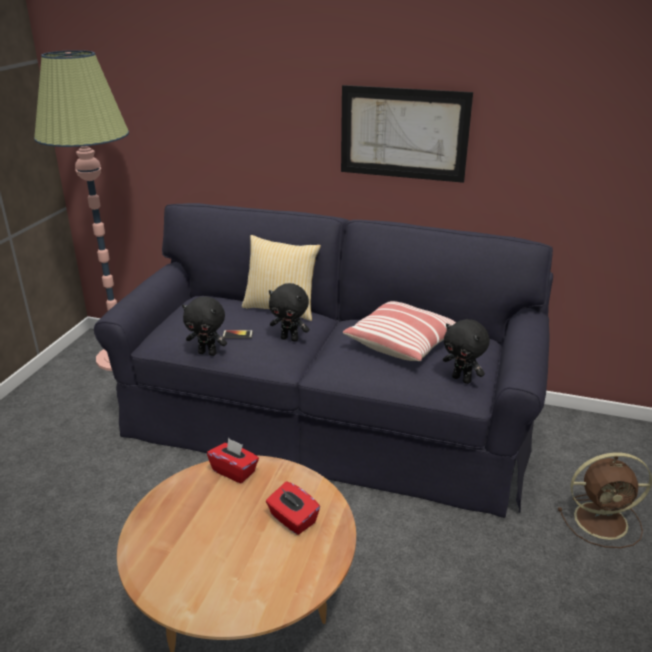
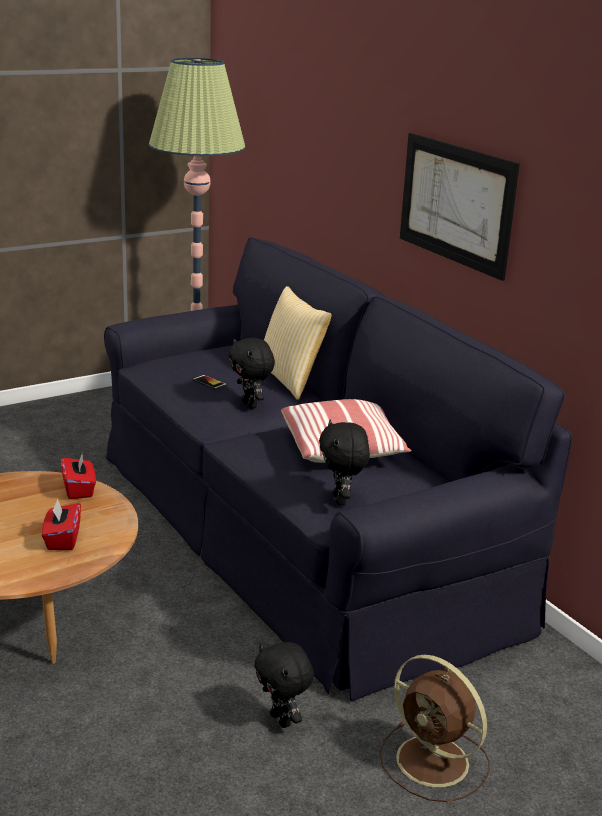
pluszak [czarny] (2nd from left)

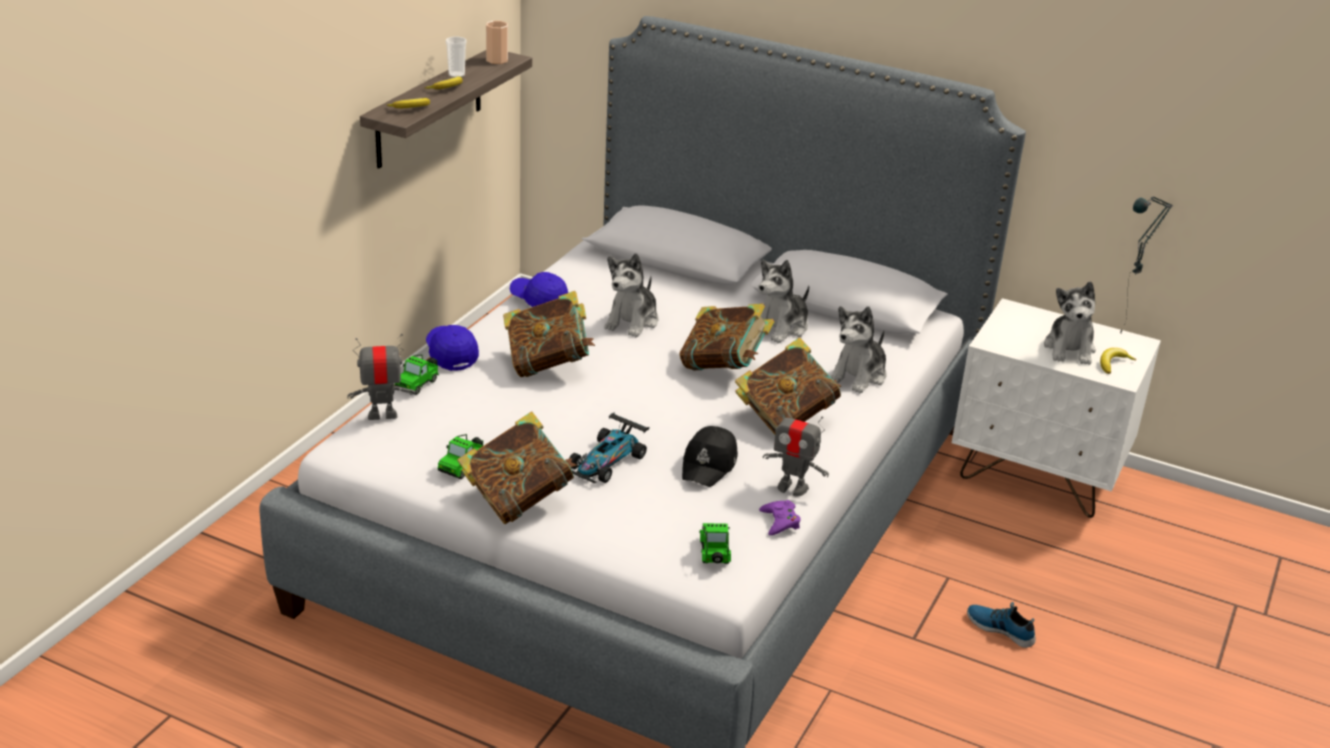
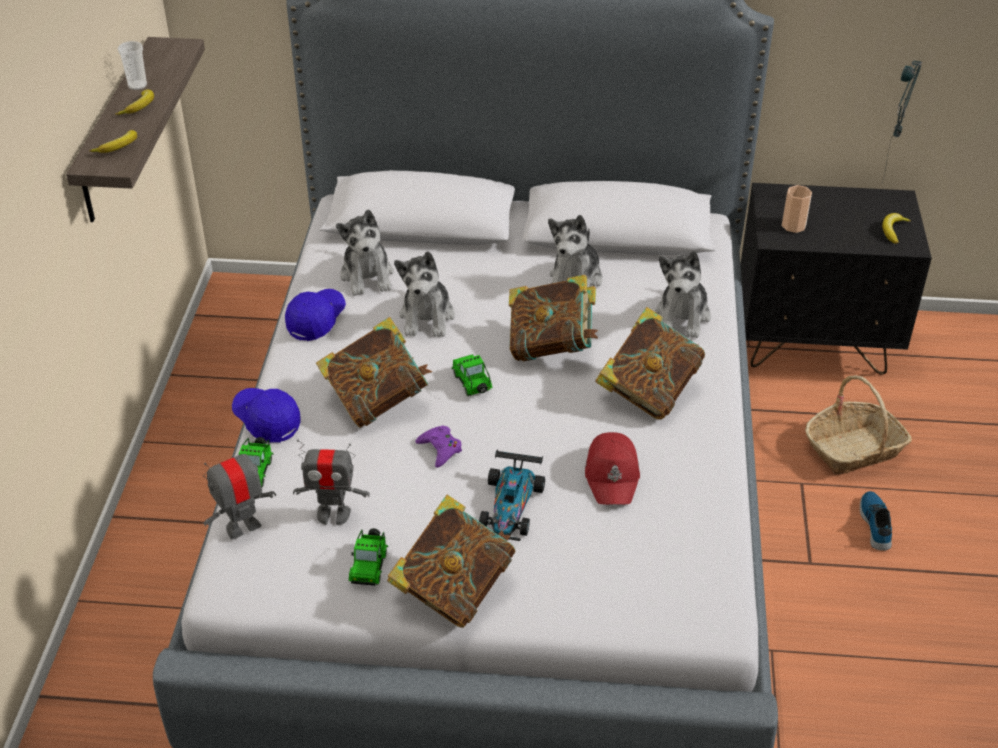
koszyk
filiżanka (2nd from left)
samochodzik (3rd from left)
pad do gier [fioletowy]
robot zabawkowy (2nd from left)
pluszak (1st from left)
czapka z daszkiem [czerwony]
szafka nocna [czarny]
czapka z daszkiem [niebieski] (2nd from left)
but

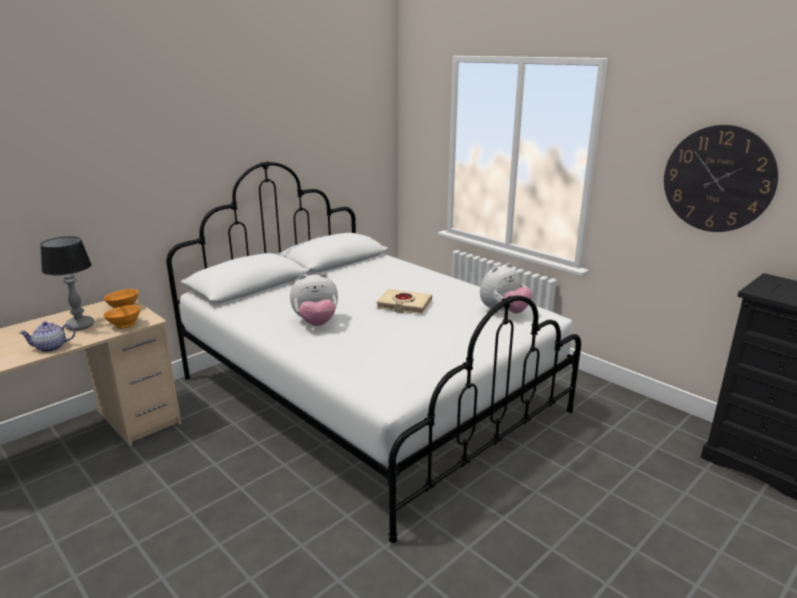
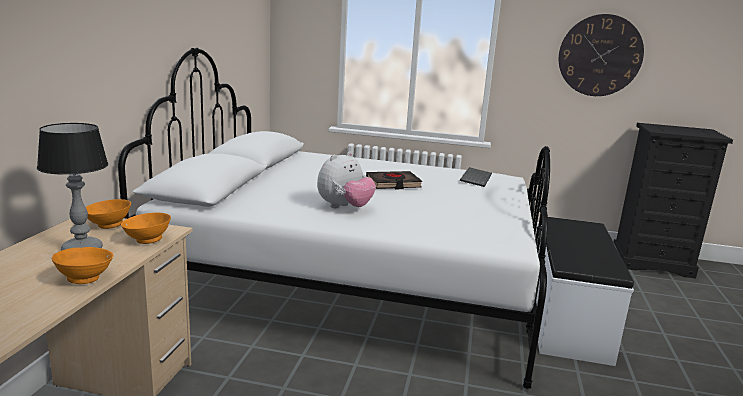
ławka [biały]
miska [pomarańczowy] (1st from left)
klawiatura
książka [czarny]

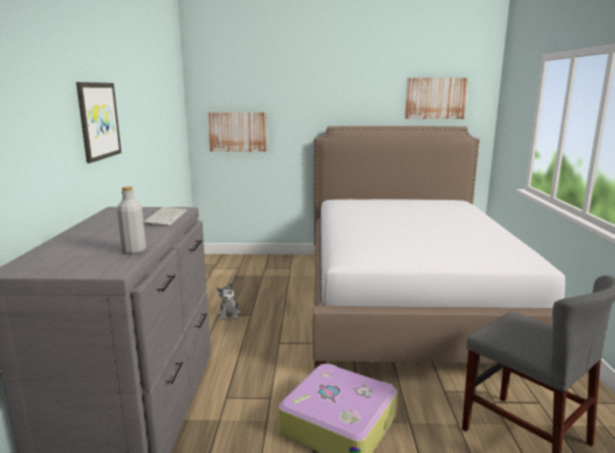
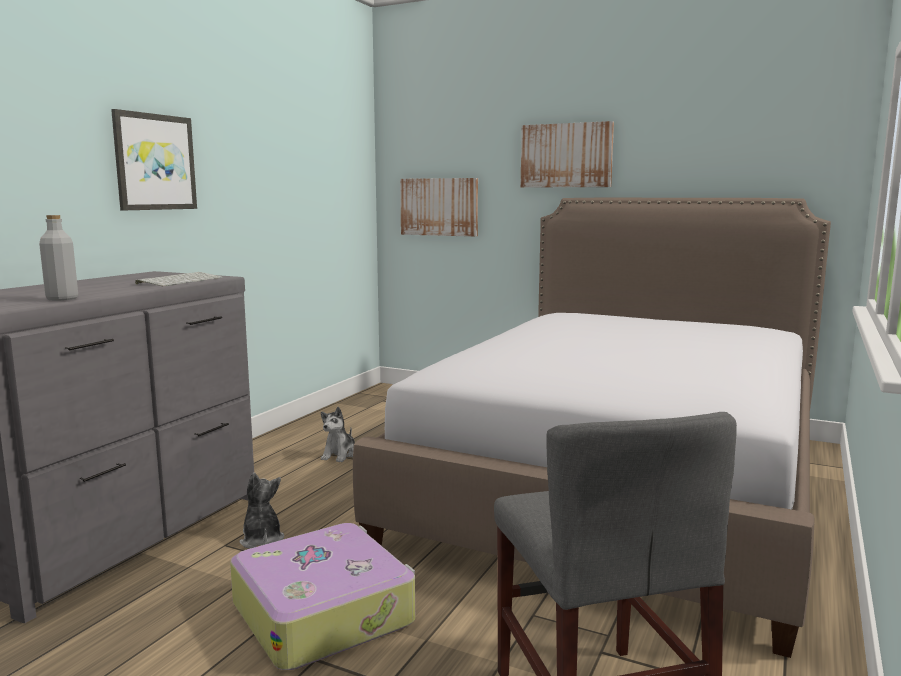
pluszak (1st from left)
obraz (3rd from left)

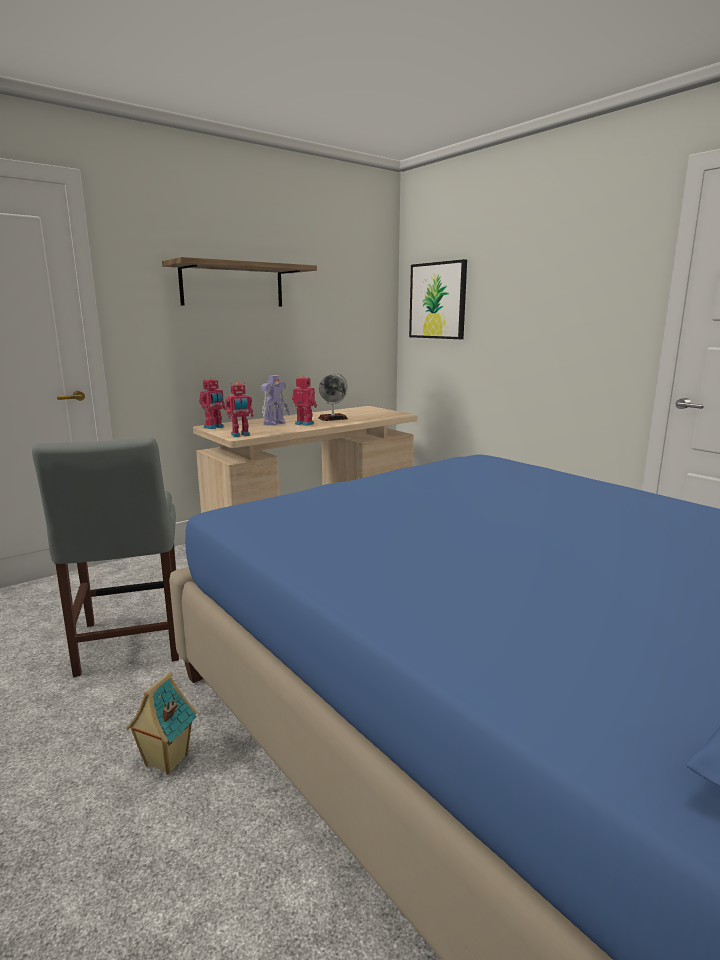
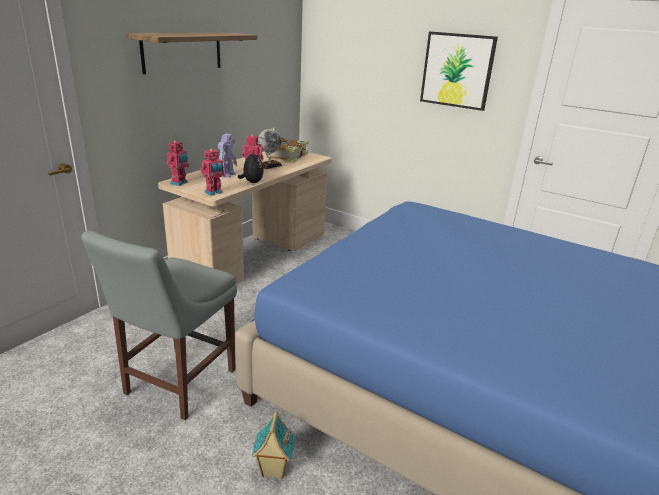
pluszak
książka
obraz
krzesło [szary]

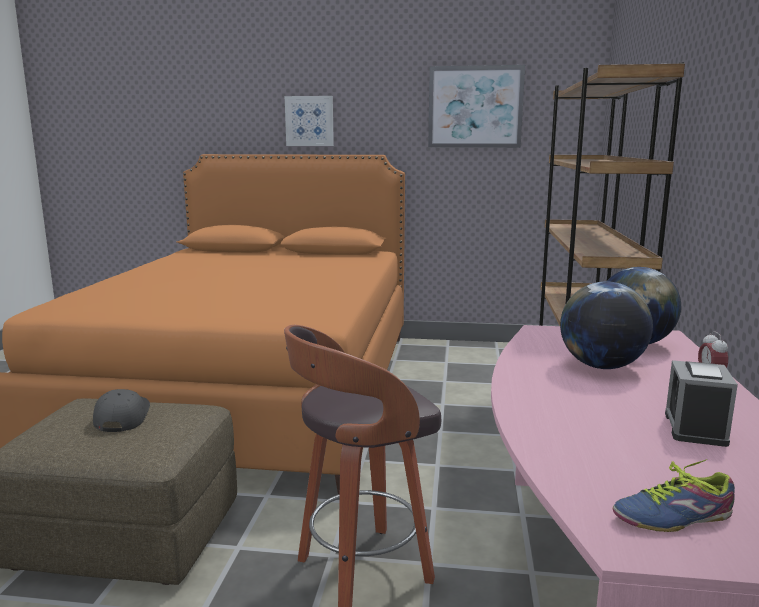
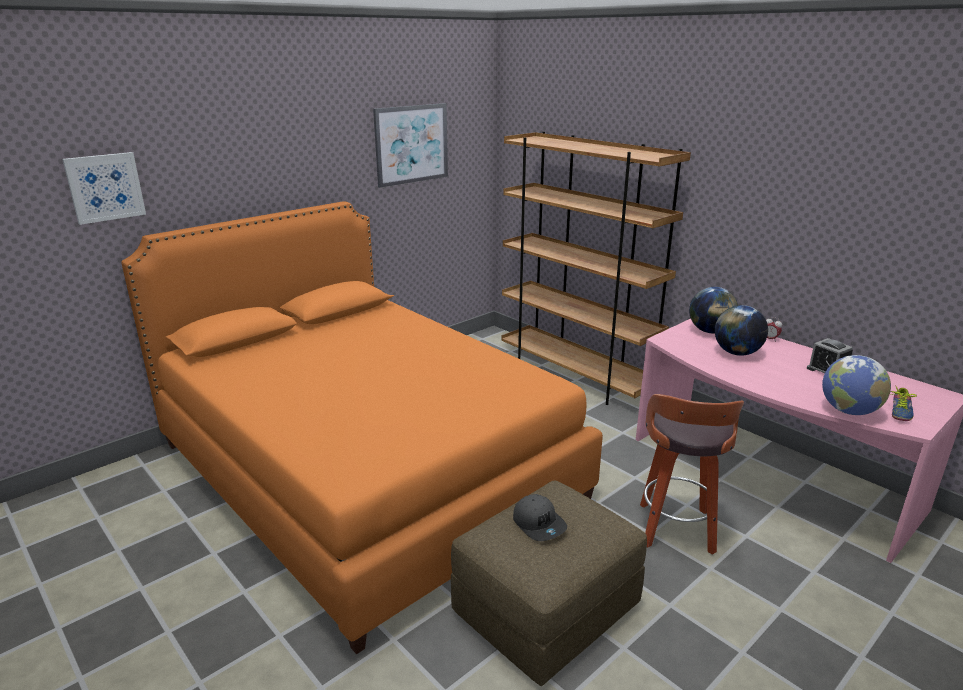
globus (3rd from left)
obraz (1st from left)
czapka z daszkiem [szary]

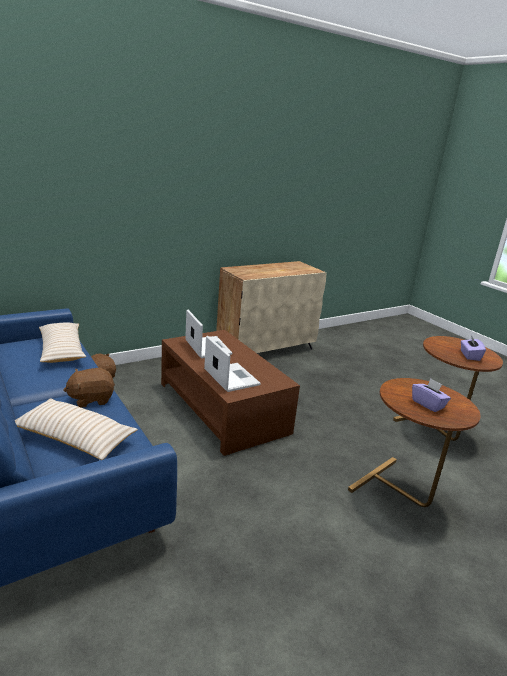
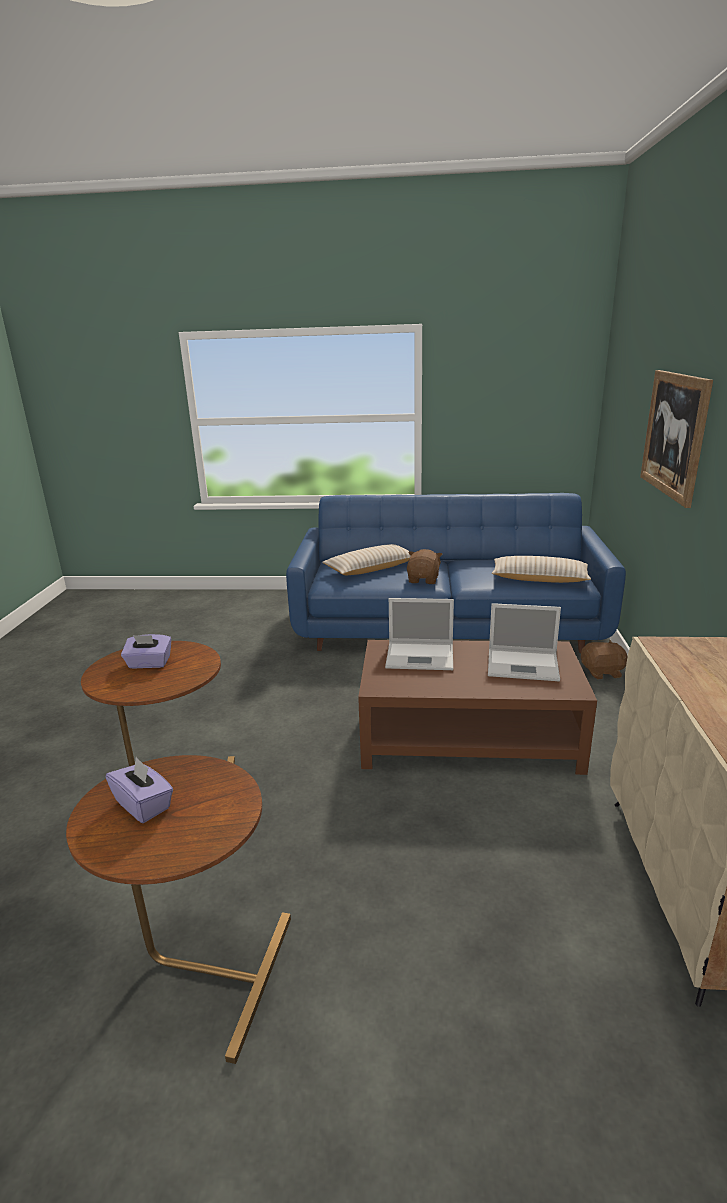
obraz

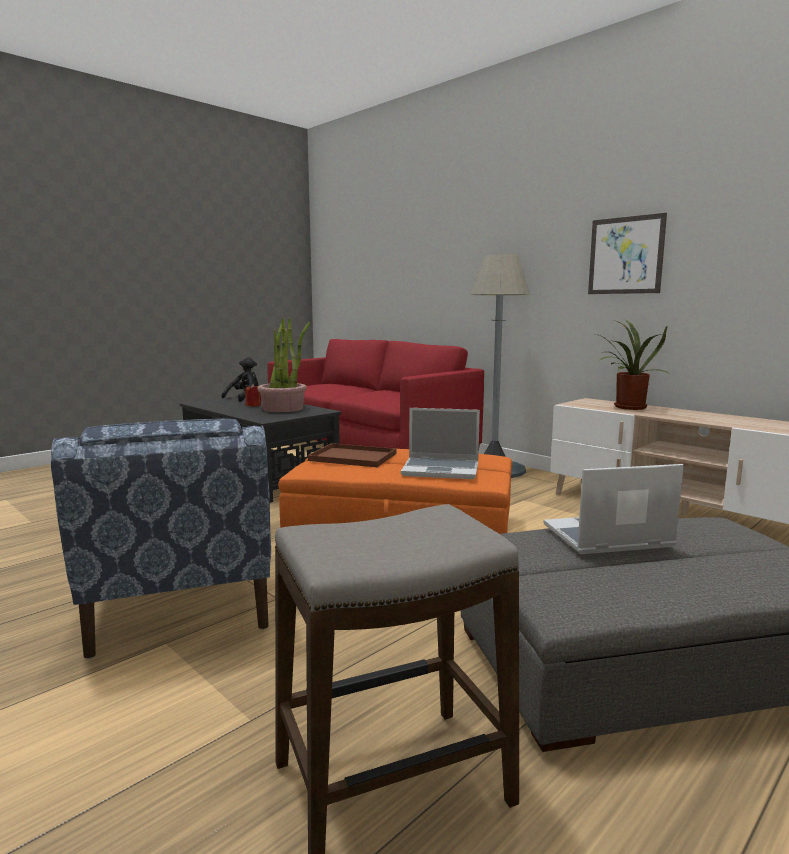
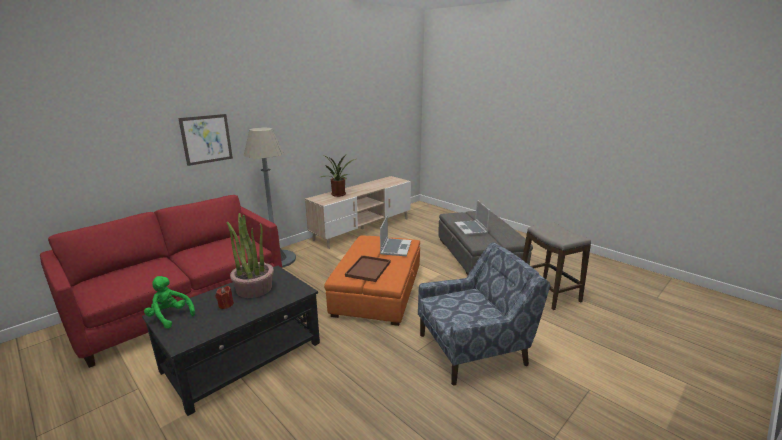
obraz
pluszak [zielony]

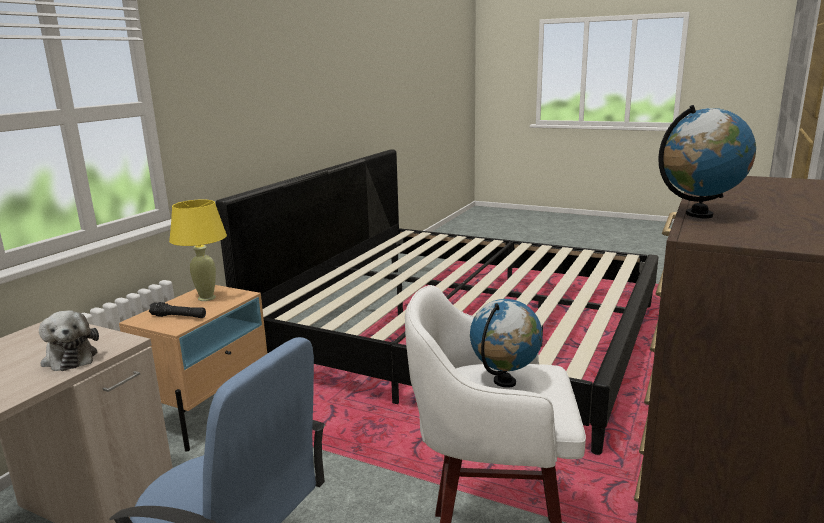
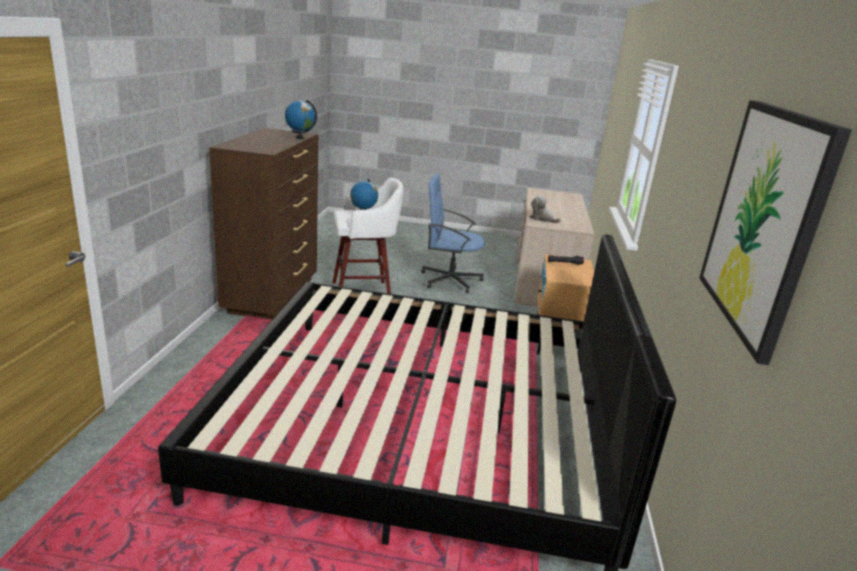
lampa stołowa [żółty]
obraz

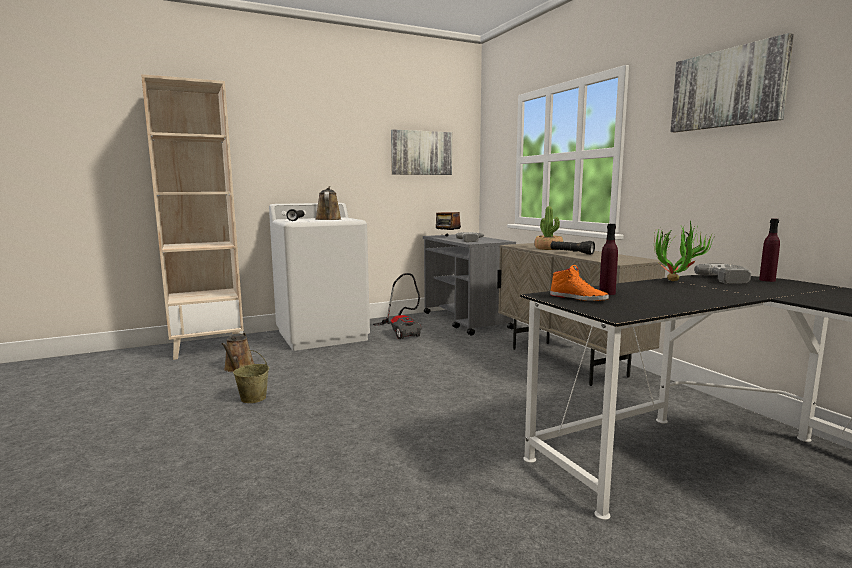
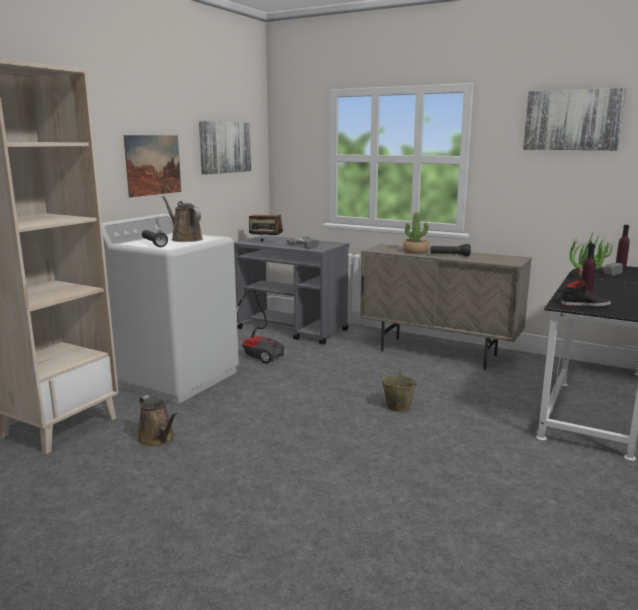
obraz (1st from left)
wiadro [beżowy]
but [czarny]

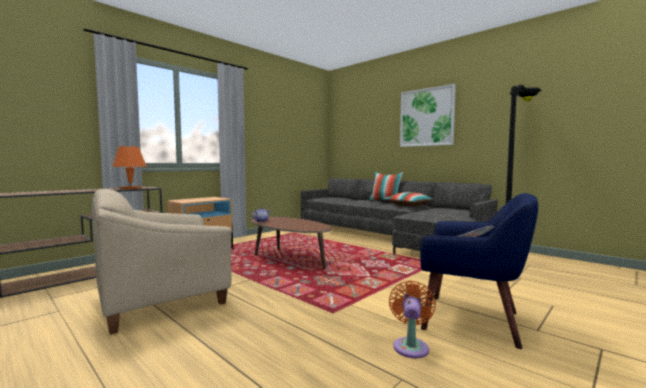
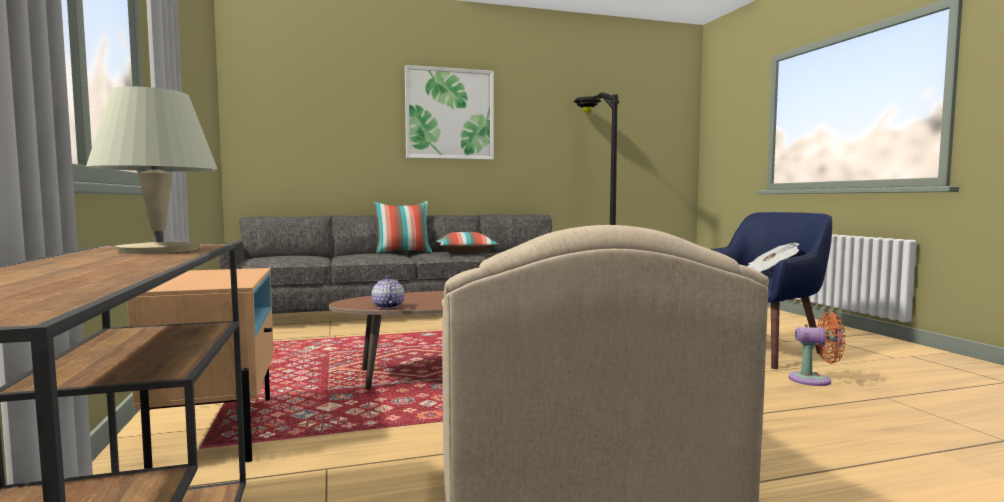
lampa stołowa [beżowy]
wentylator [pomarańczowy]

